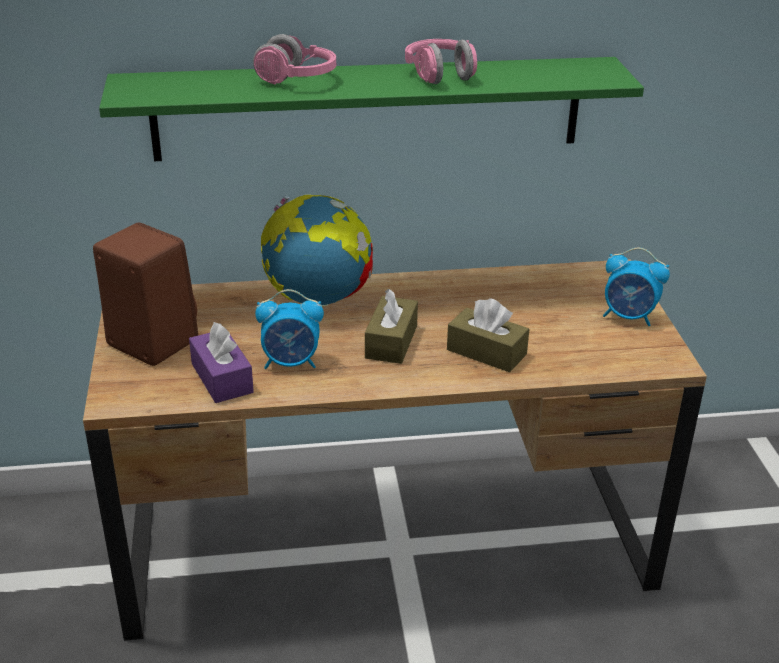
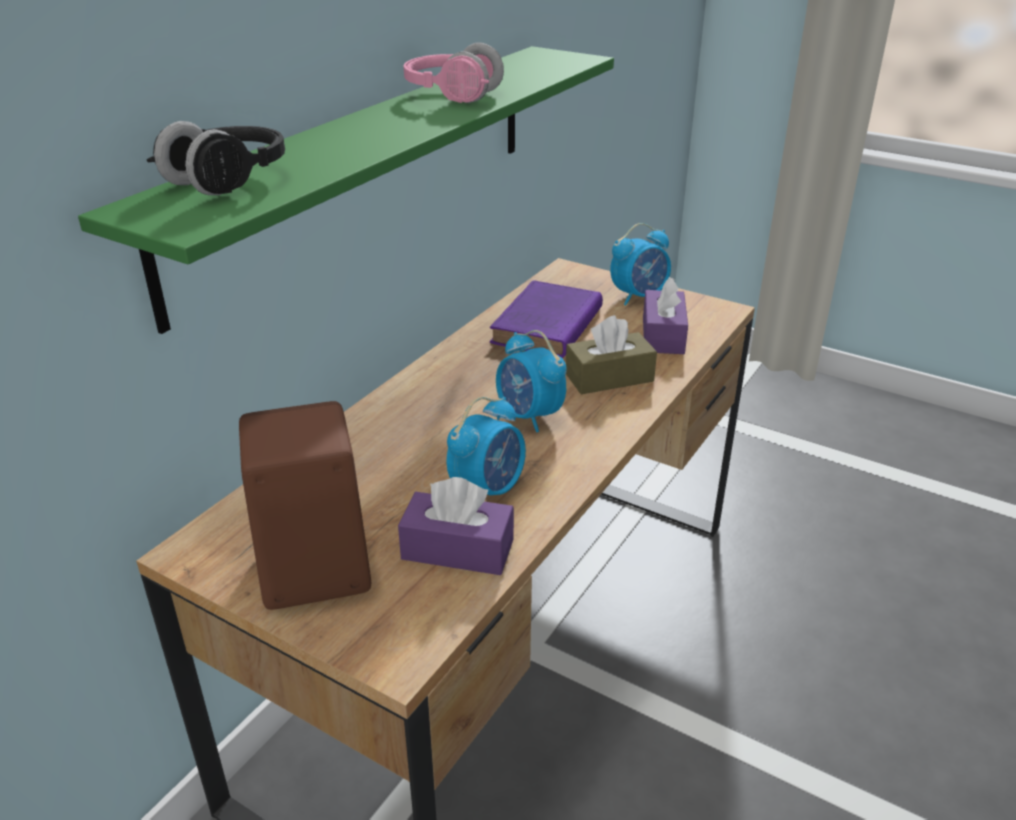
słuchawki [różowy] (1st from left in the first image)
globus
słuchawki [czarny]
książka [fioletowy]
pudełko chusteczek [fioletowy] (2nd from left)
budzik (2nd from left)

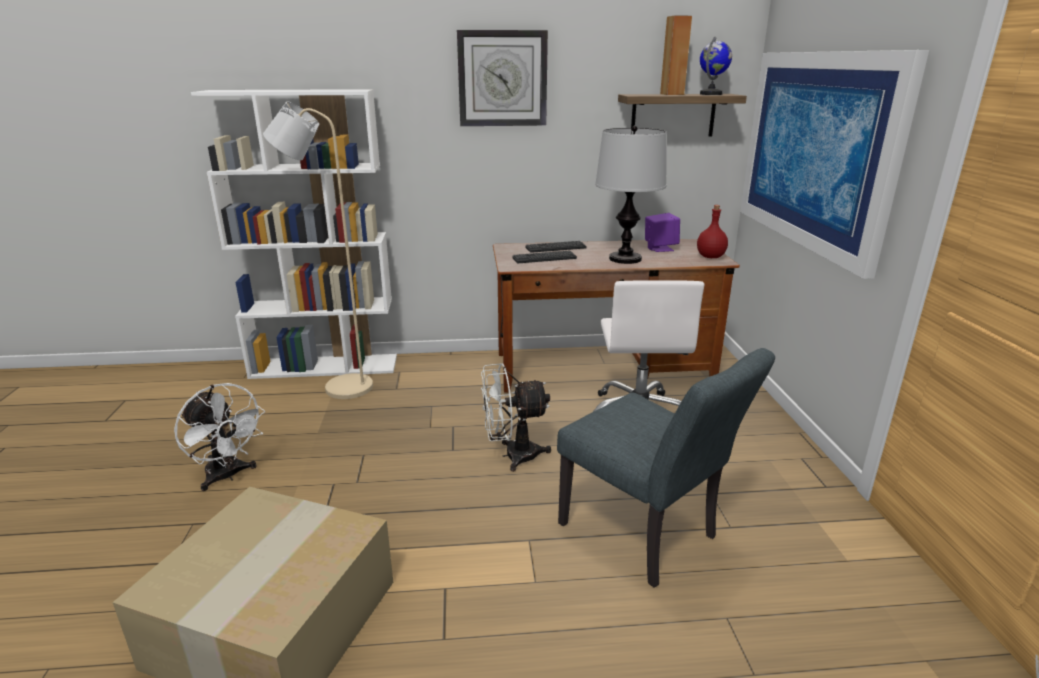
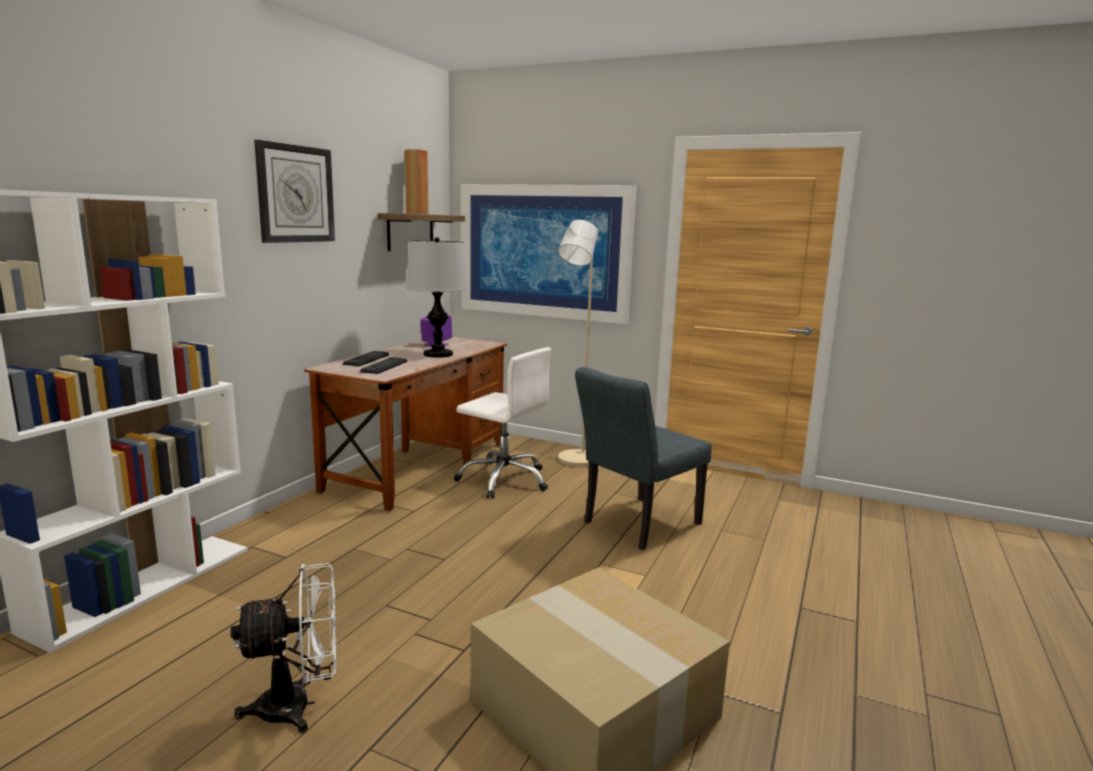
wentylator [biały] (2nd from left in the first image)
butelka [czerwony]
globus
lampa stojąca [beżowy]
krzesło [szary]

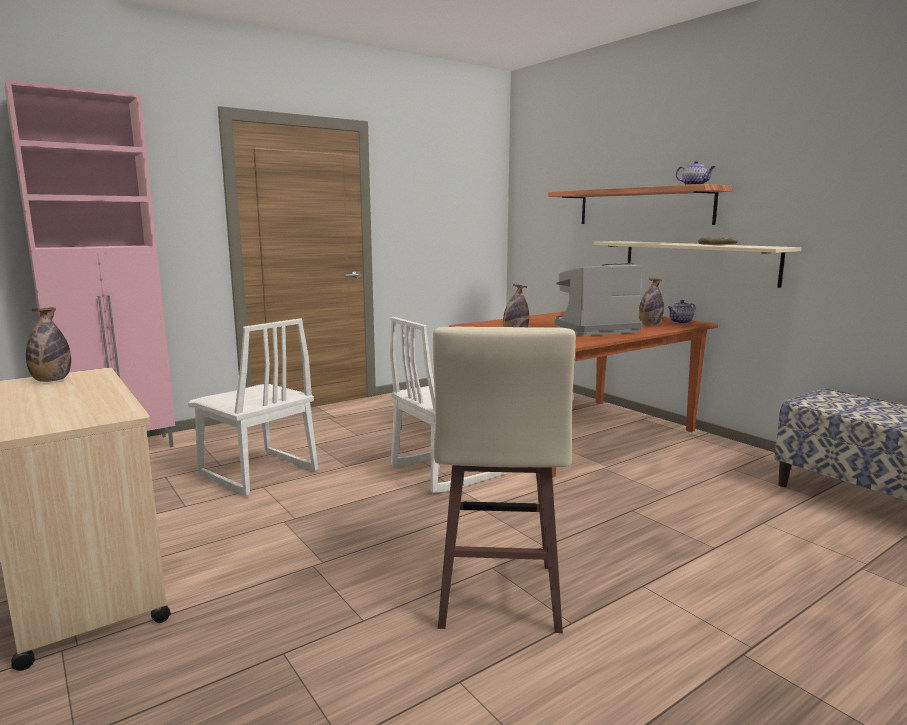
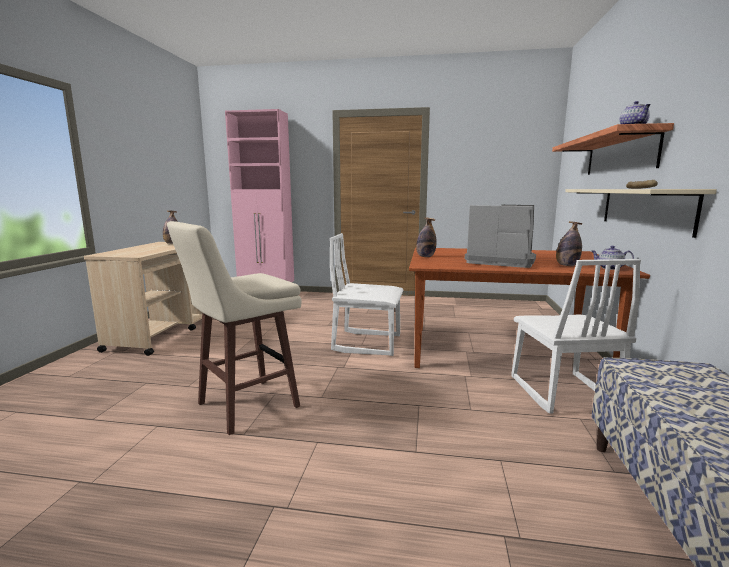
krzesło [biały] (2nd from left)

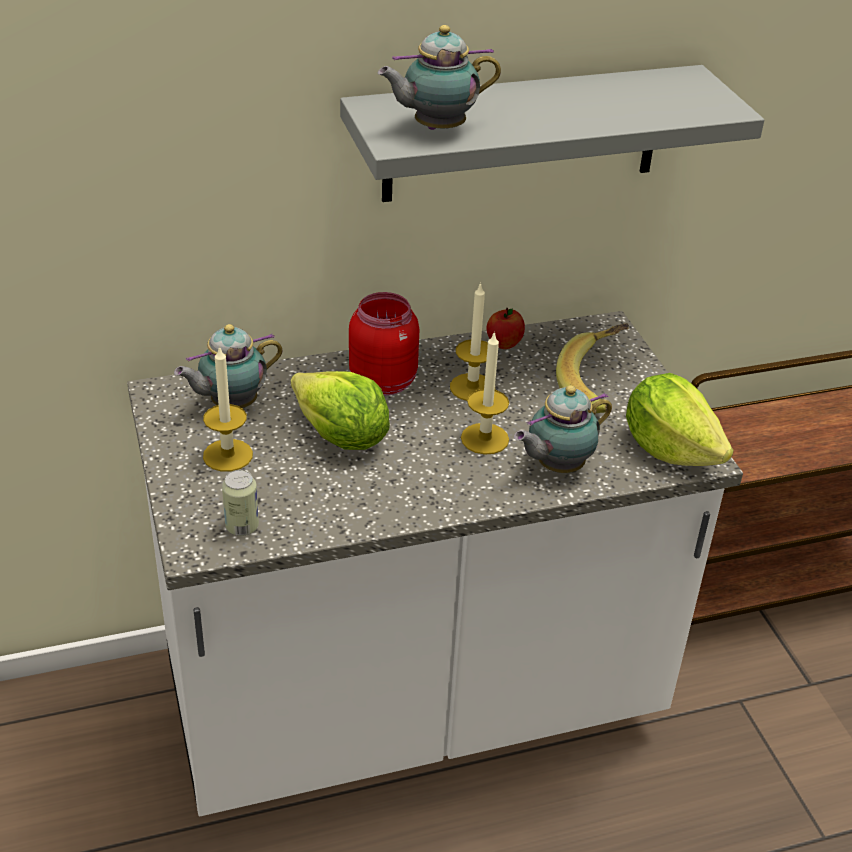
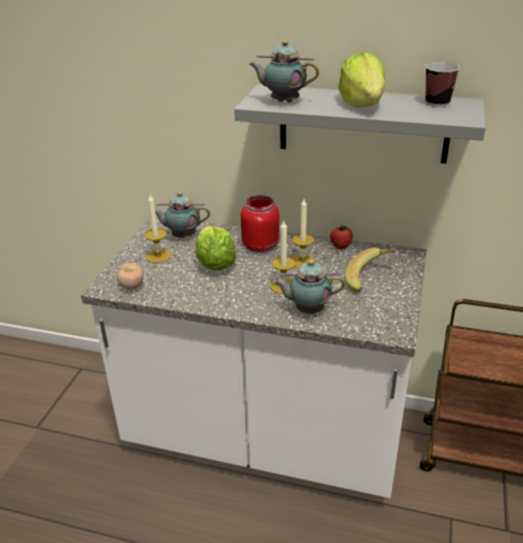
filiżanka
sałata (2nd from left)
pomidor

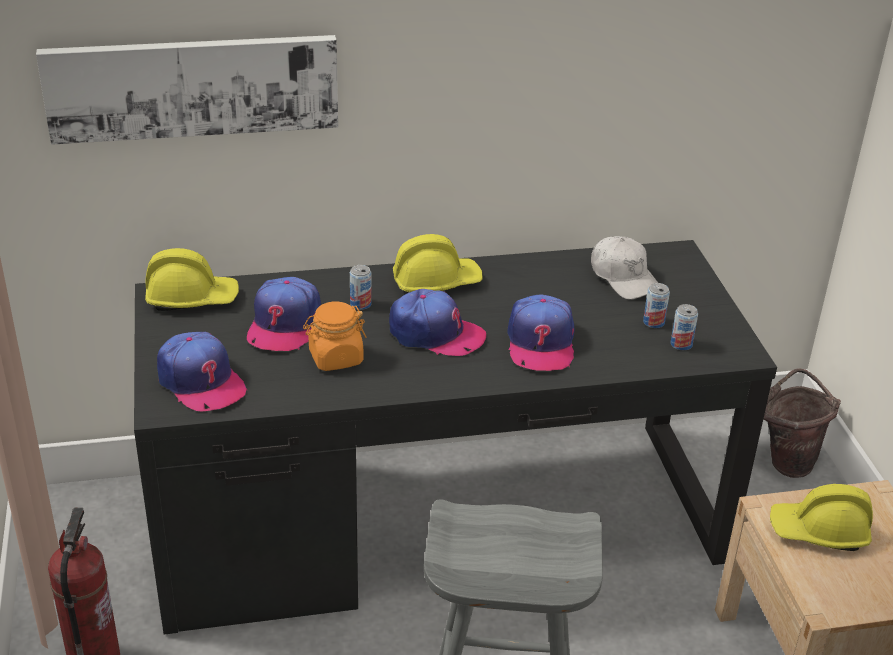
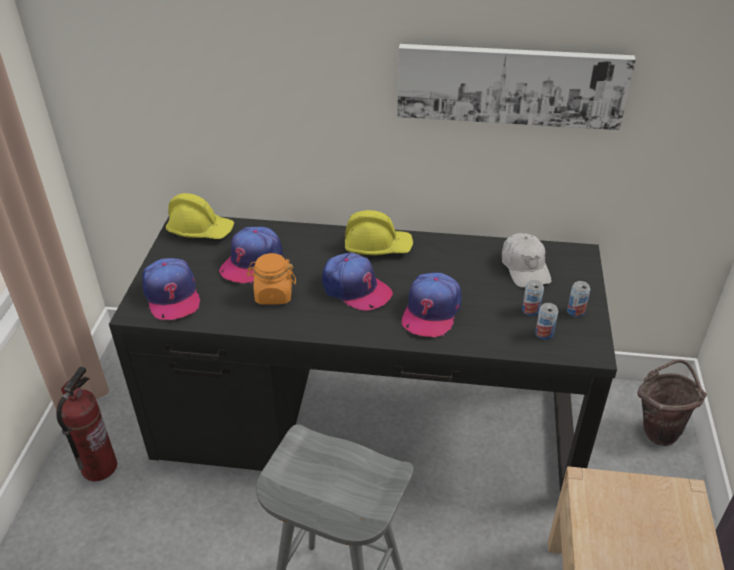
kask [żółty] (3rd from left in the first image)
obraz
puszka (3rd from left)

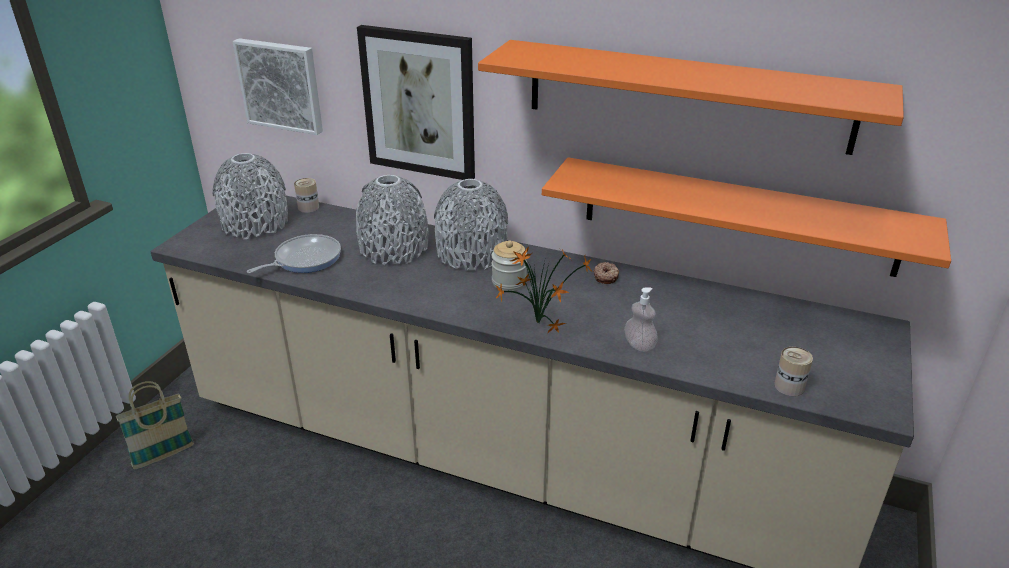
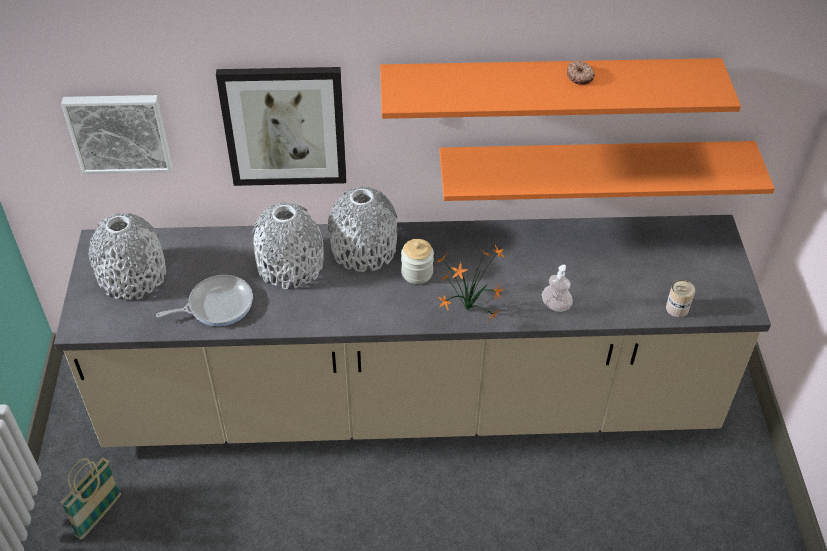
puszka (1st from left in the first image)
donut
patelnia

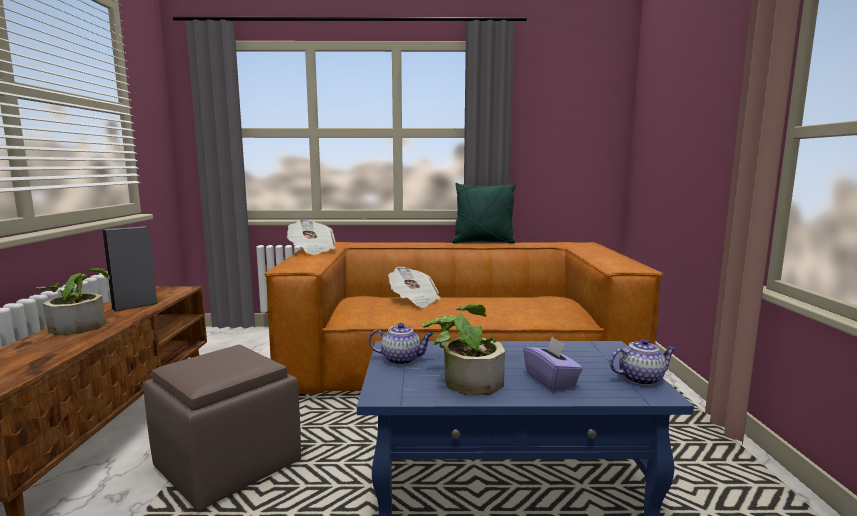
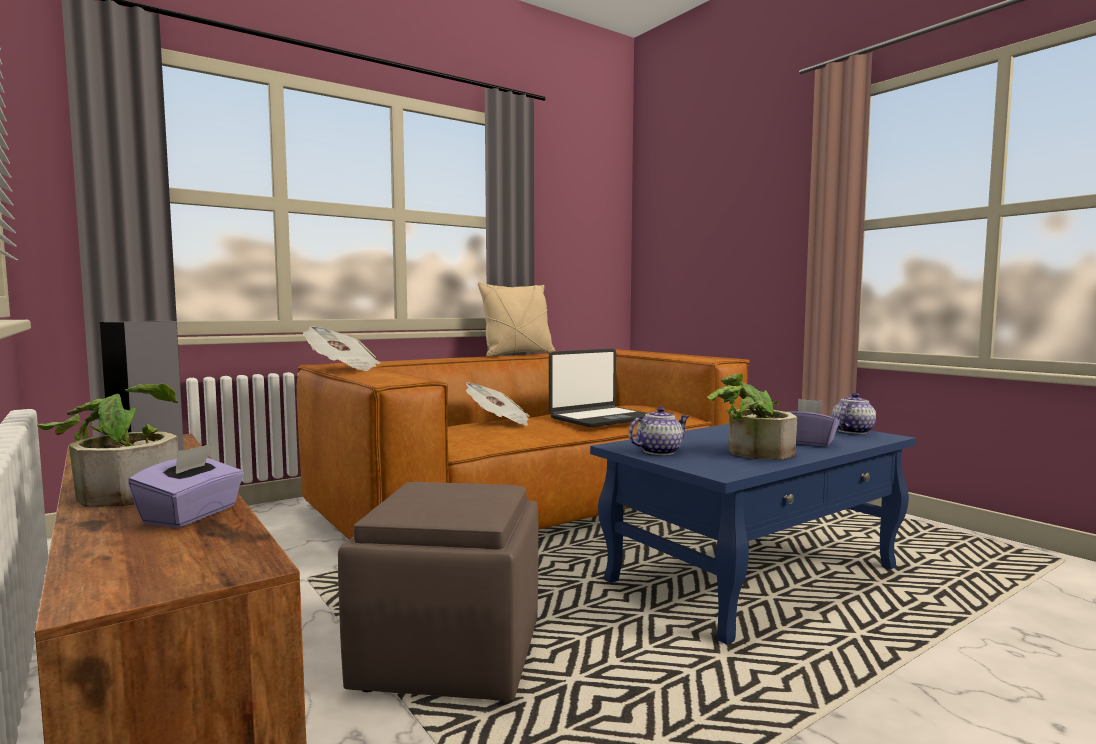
pudełko chusteczek [fioletowy] (1st from left)
laptop
poduszka [beżowy]

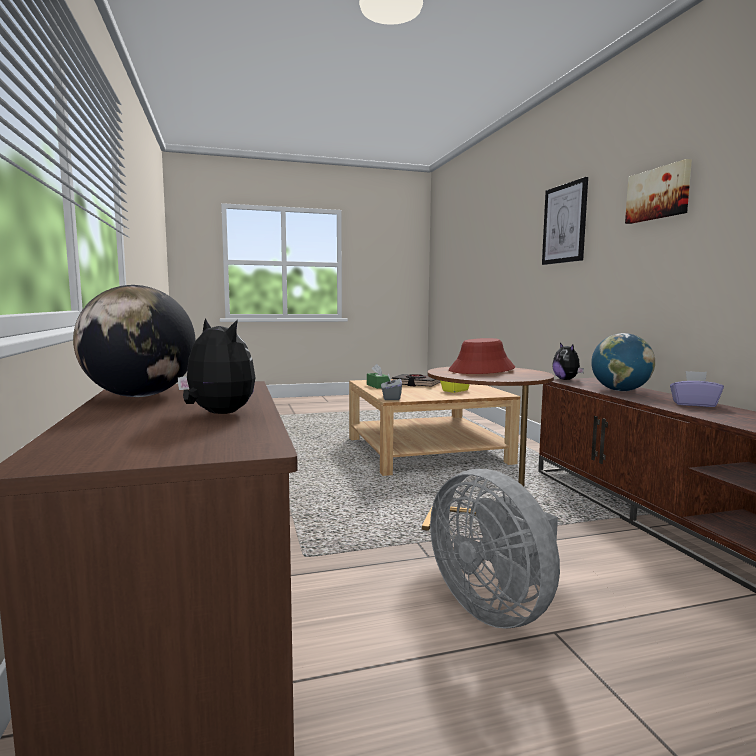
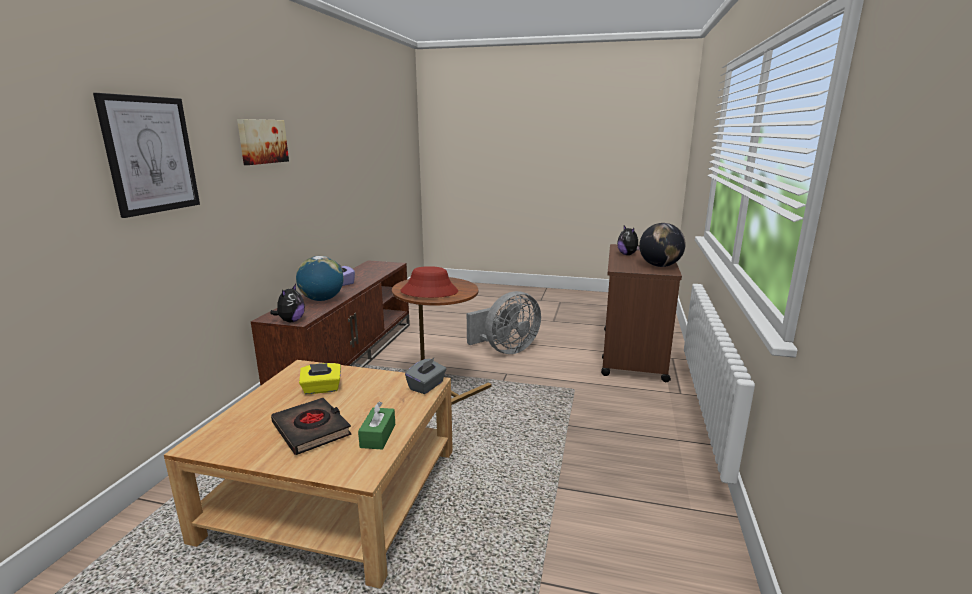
wentylator [szary]

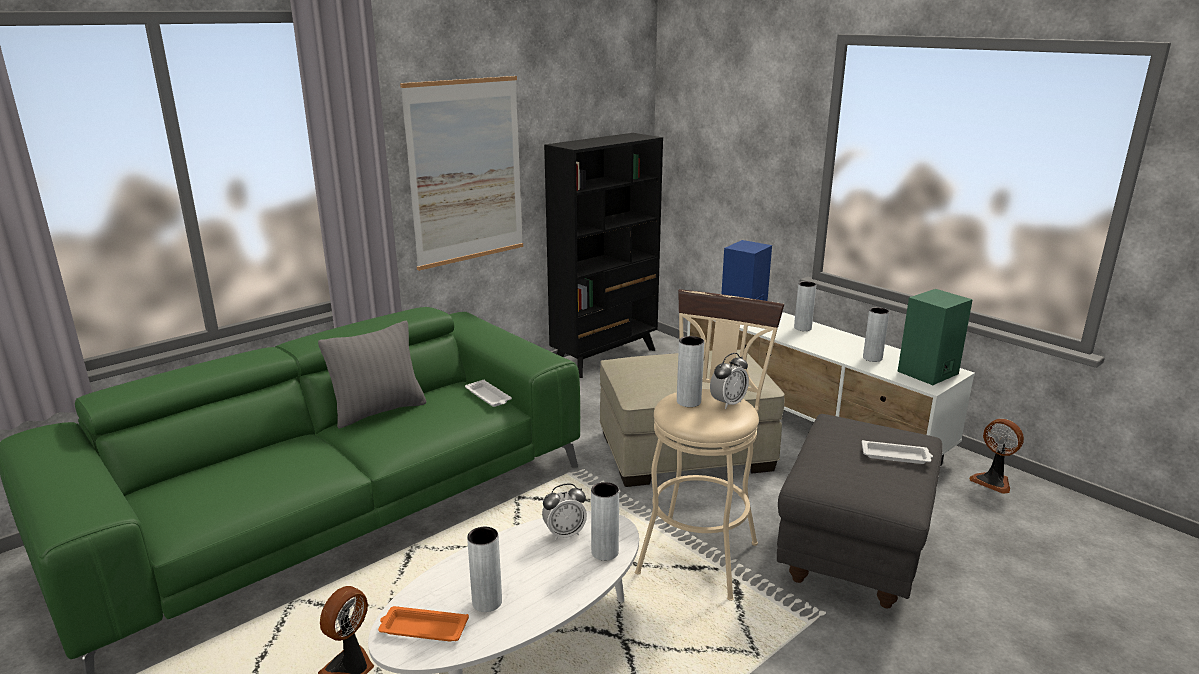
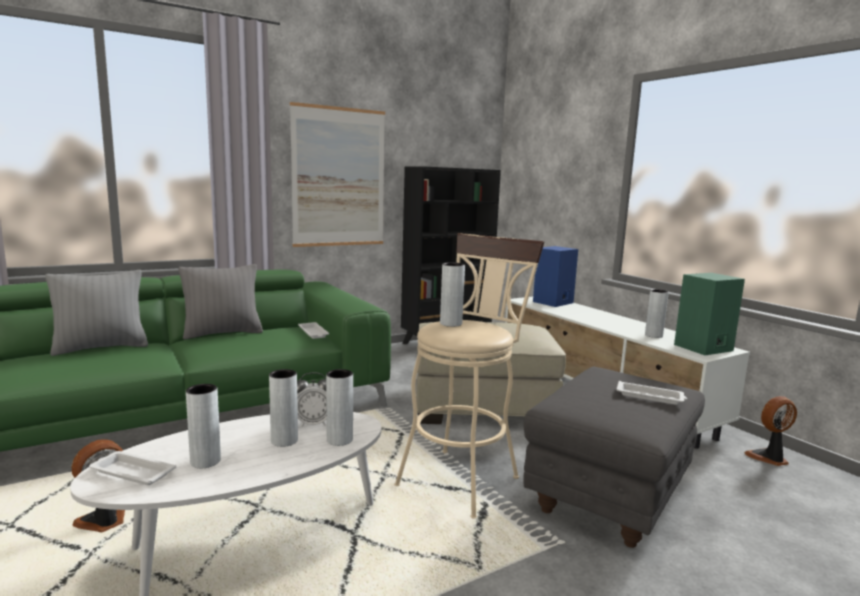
budzik (2nd from left in the first image)
poduszka [szary] (1st from left)
wazon [szary] (2nd from left)
taca [biały] (1st from left)
wentylator (2nd from left)

